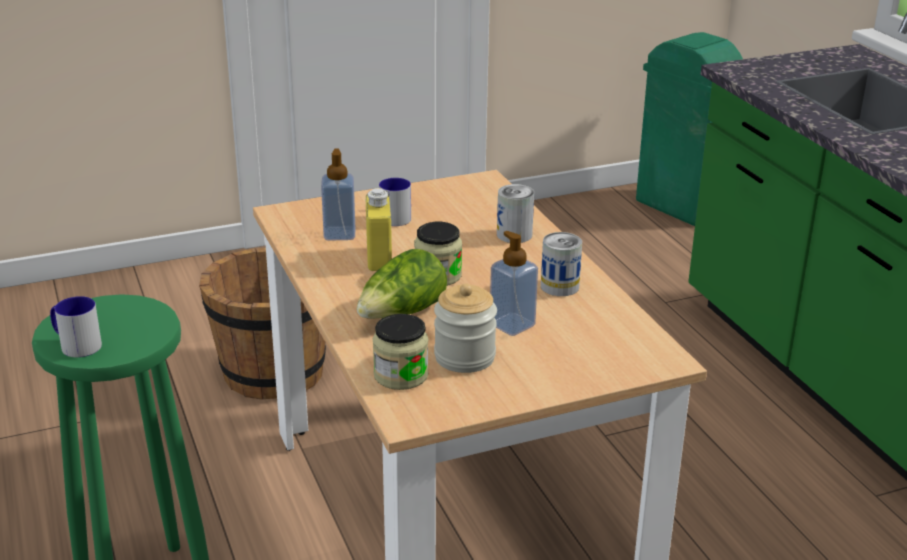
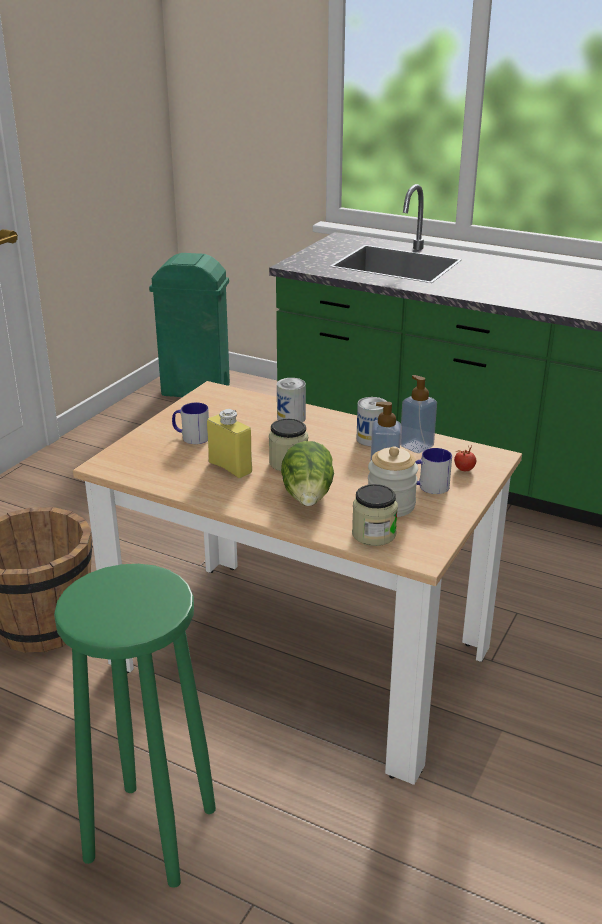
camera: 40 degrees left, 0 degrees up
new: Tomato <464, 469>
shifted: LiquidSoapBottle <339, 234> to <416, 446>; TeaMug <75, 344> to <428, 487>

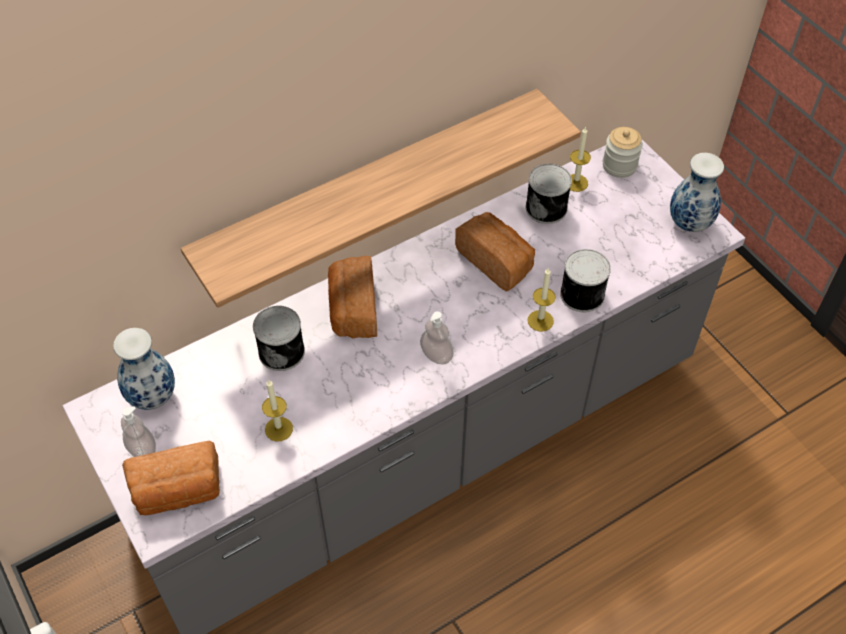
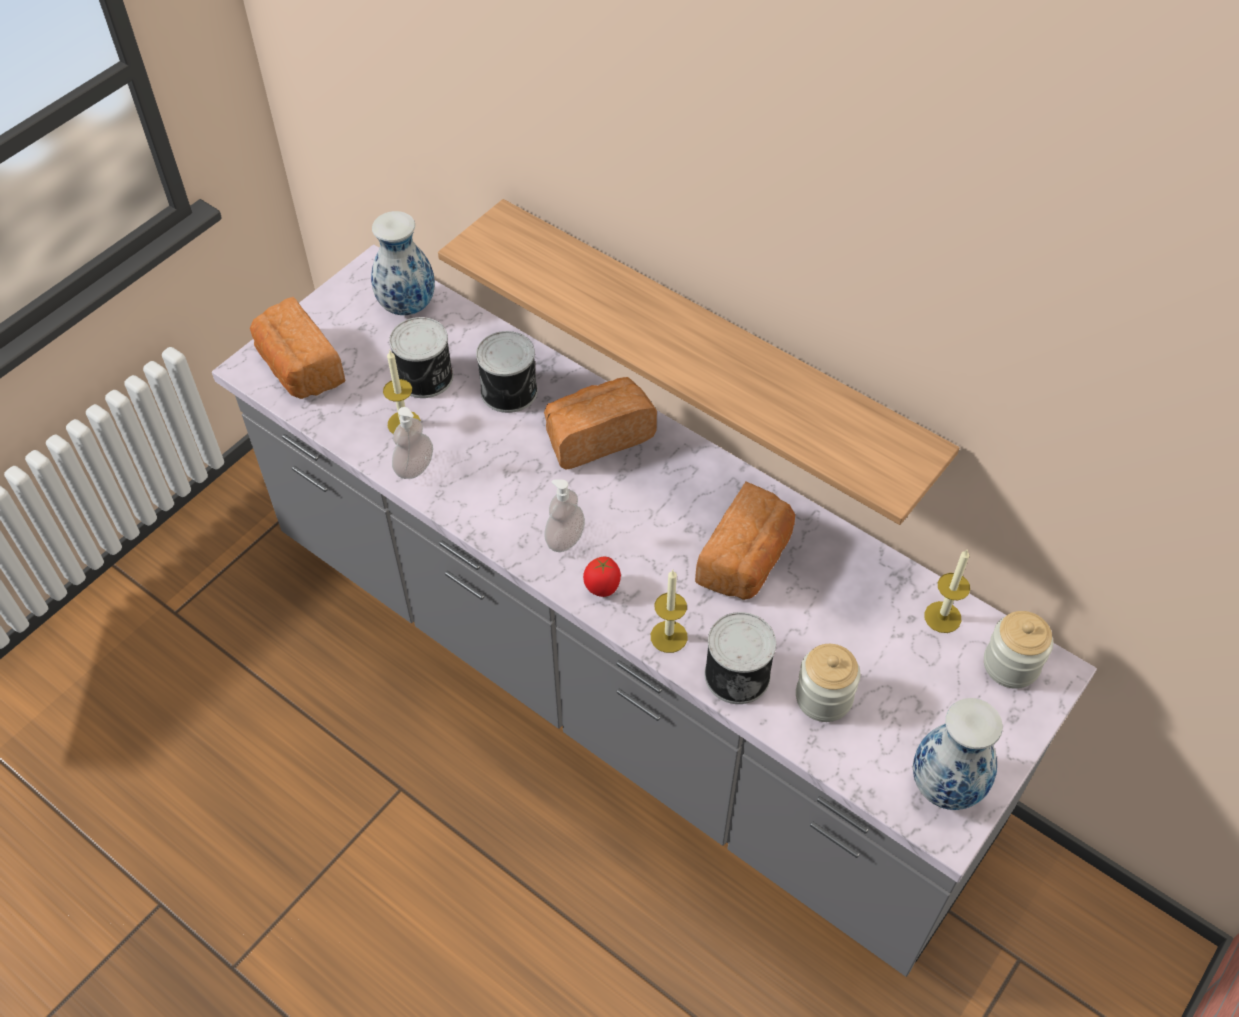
camera: 70 degrees right, 0 degrees up
new: Tomato <602, 589>; PreserveJar <823, 697>
shifted: SealedCan <547, 207> to <426, 377>; LiquidSoapBottle <142, 449> to <414, 467>

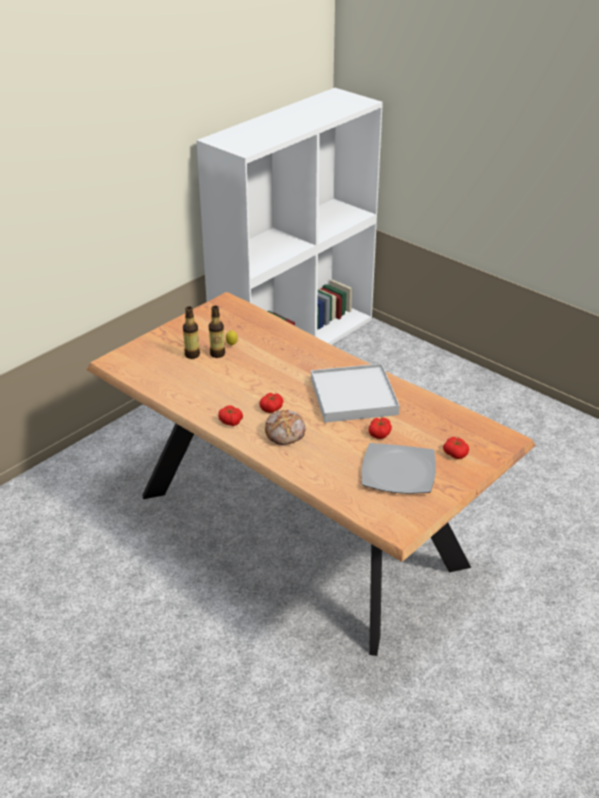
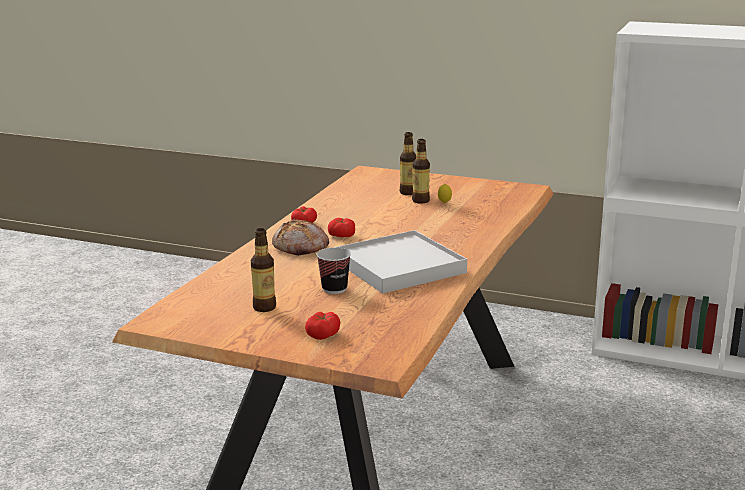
camera: 70 degrees right, 15 degrees down
swapped: Plate <397, 471> to DrinkBottle <264, 307>; Tomato <379, 433> to Cup <334, 289>

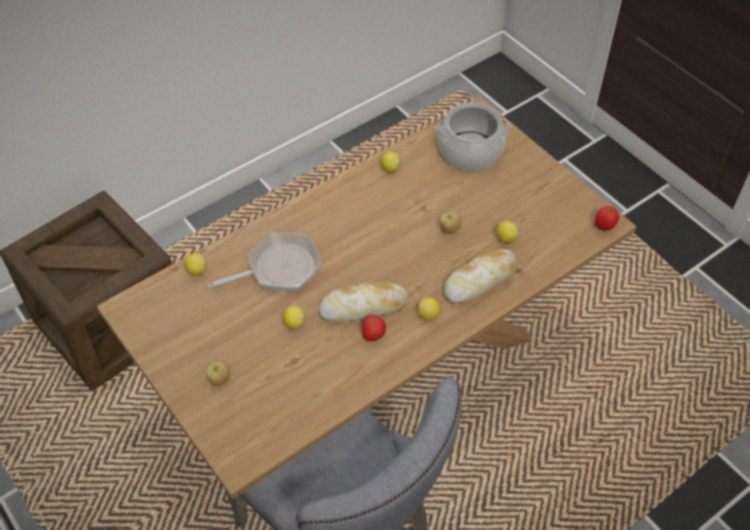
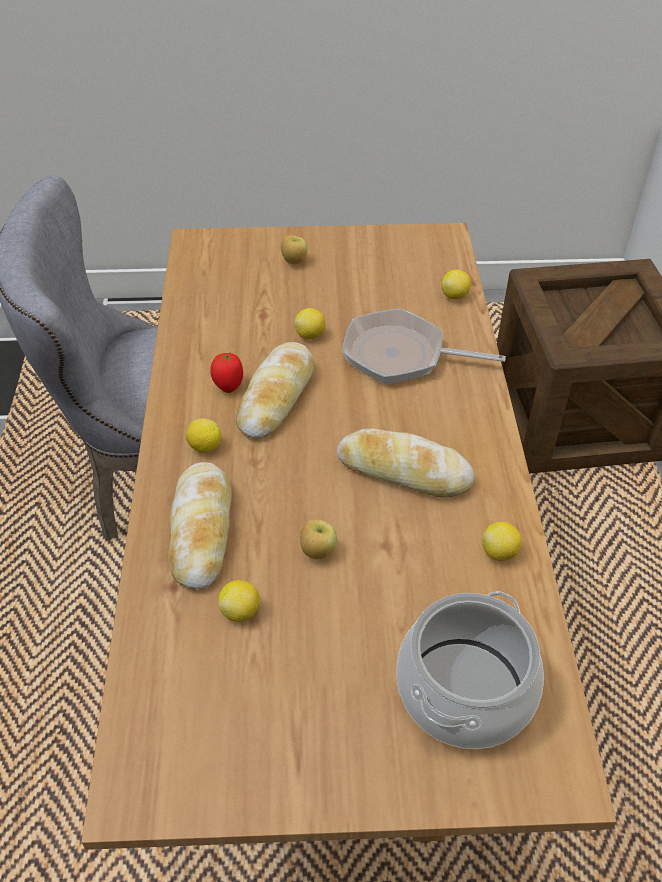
camera: 125 degrees right, 5 degrees down
gone: Tomato <604, 226>
new: BakeryBread <403, 471>
rotated: FryingPan <278, 268> = <401, 355> 90 degrees clockwise

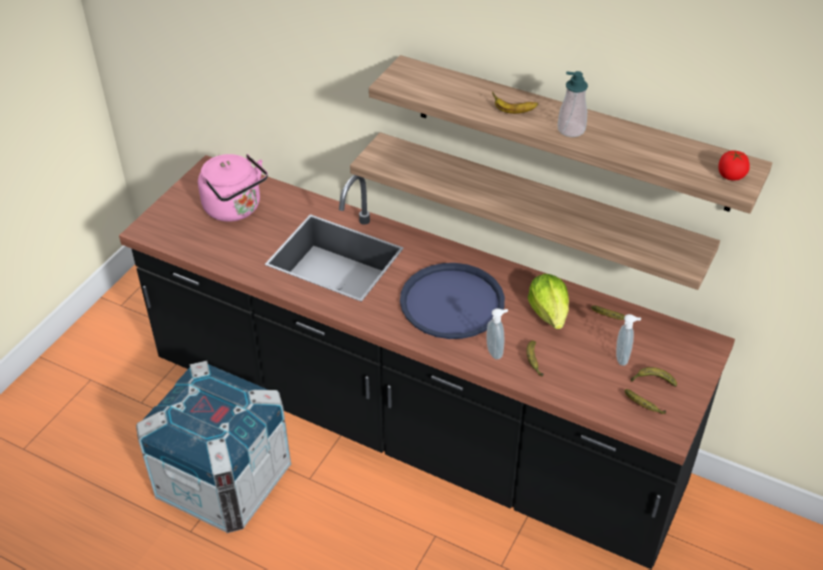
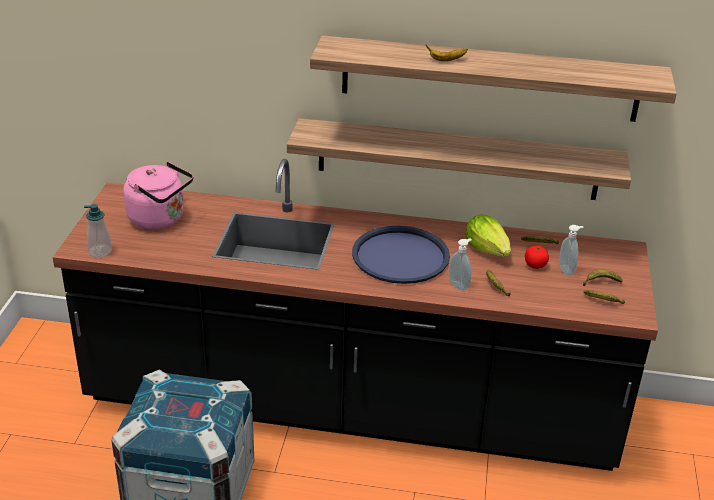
camera: 20 degrees left, 10 degrees down
shifted: LiquidSoapBottle <571, 129> to <100, 251>; Tomato <731, 175> to <535, 265>

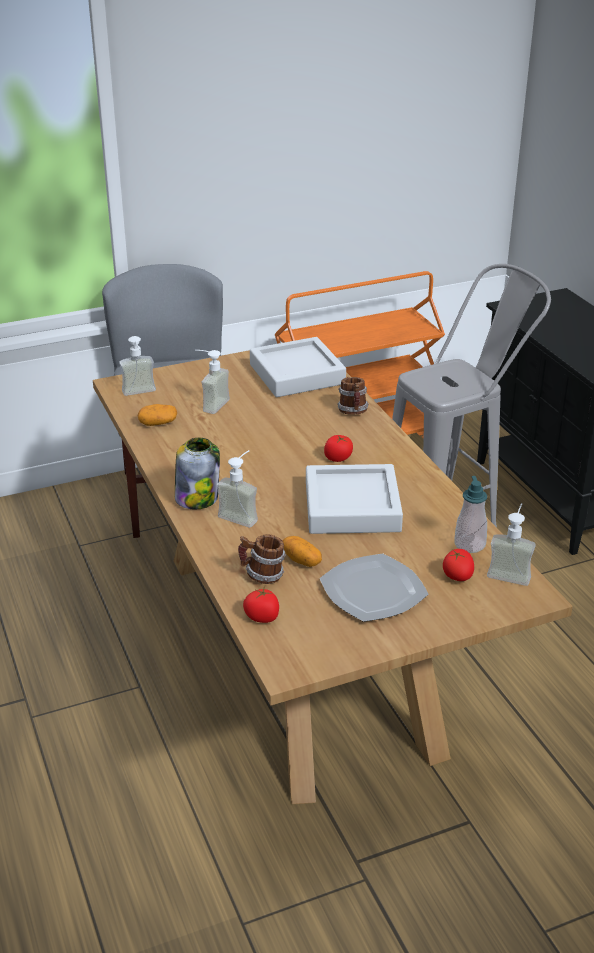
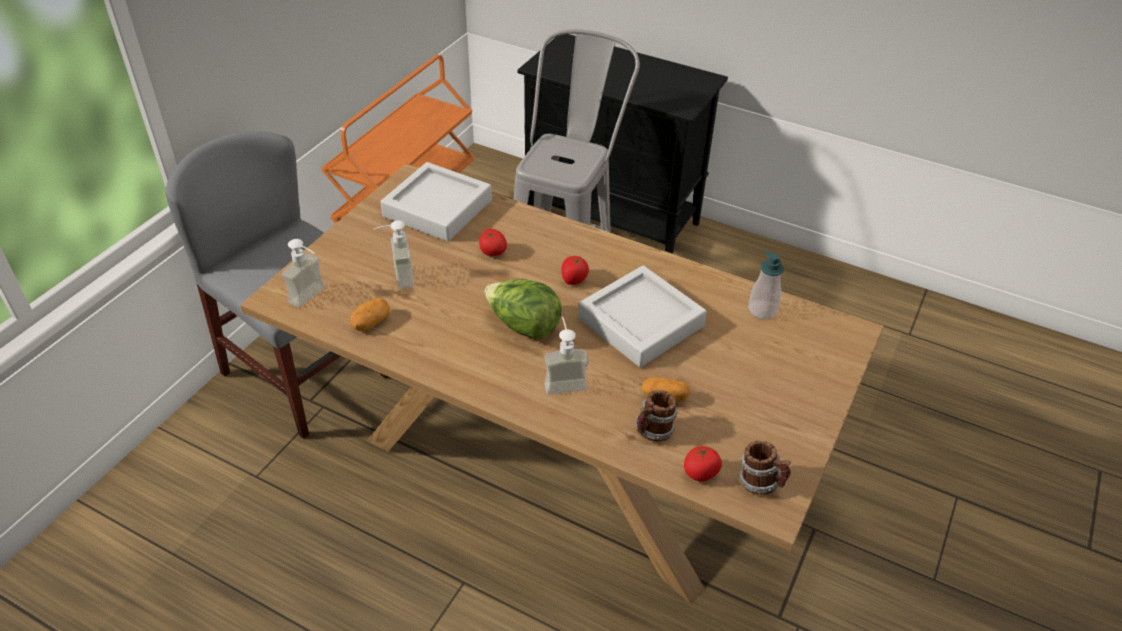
camera: 40 degrees left, 10 degrees up
gone: PreserveJar <197, 498>; Plate <373, 590>; LiquidSoapBottle <510, 572>
new: LettuceHead <523, 326>
shifted: Tomato <457, 576> to <492, 252>; TeaMug <353, 412> to <761, 483>

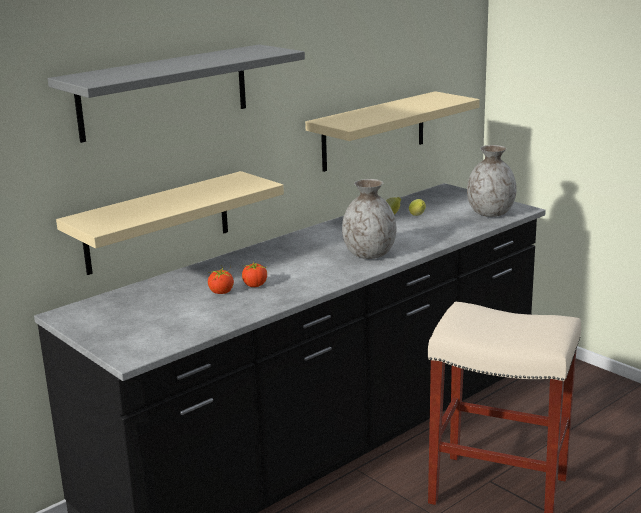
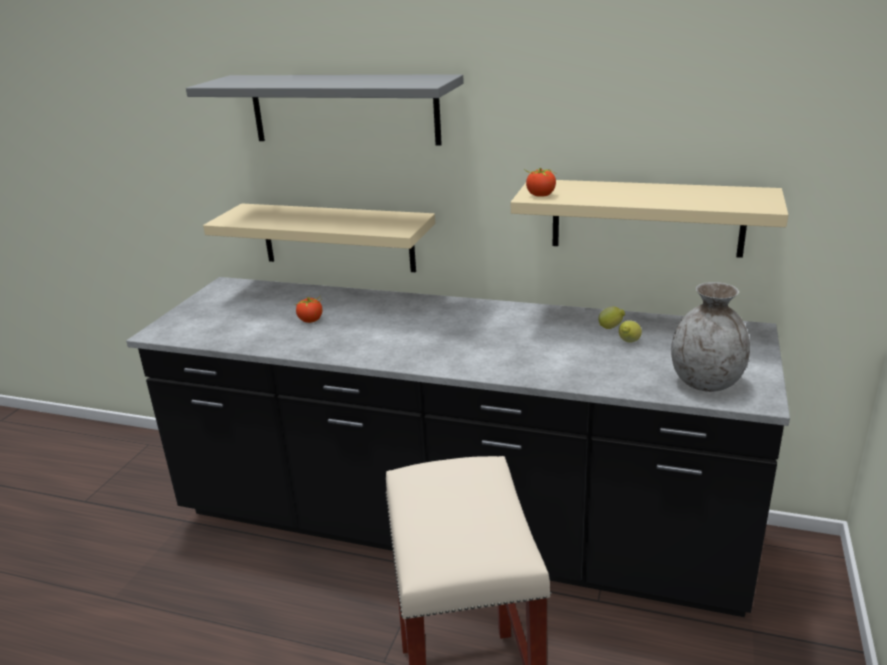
camera: 60 degrees right, 5 degrees up
gone: GrayFlowerVase <369, 254>
shifted: Tomato <255, 285> to <540, 195>

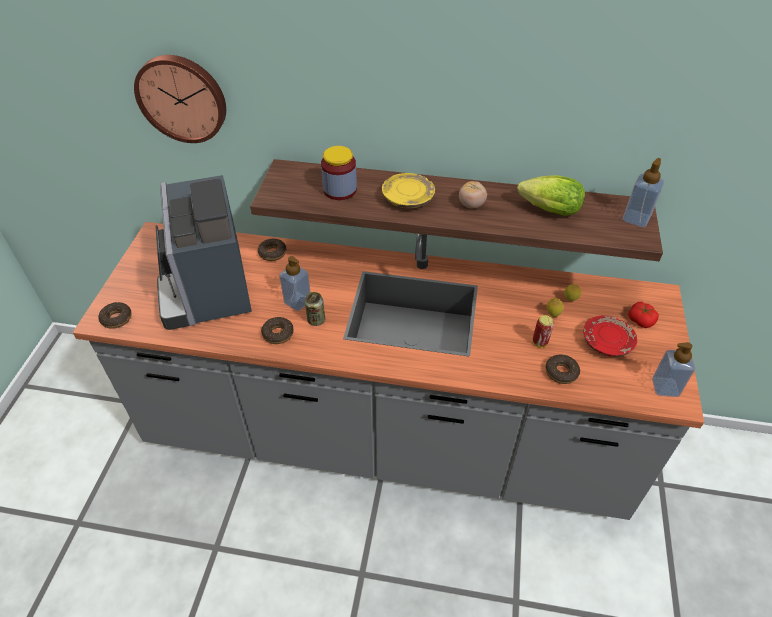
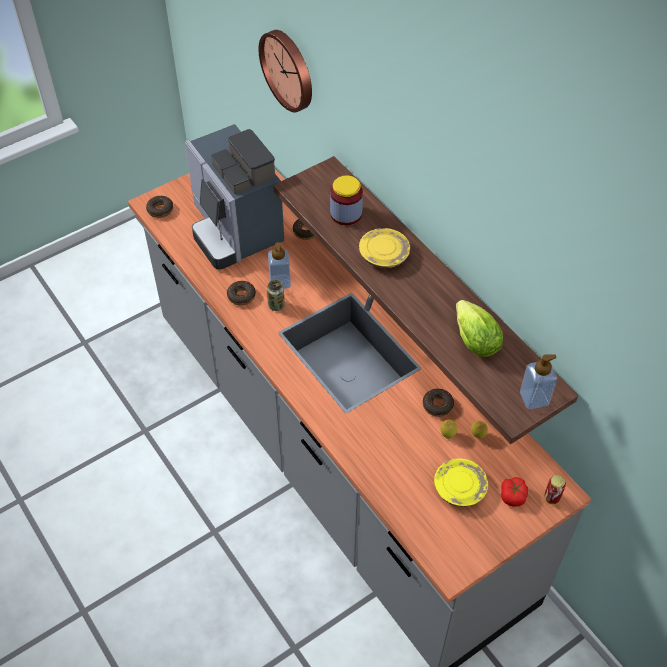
camera: 45 degrees right, 5 degrees up
gone: Tomato <471, 205>; LiquidSoapBottle <665, 387>
shifted: Doughnut <561, 372> to <437, 405>; SealedCan <539, 342> to <551, 498>
repainted: ReddishPlate <606, 342> to YellowishPlate <459, 487>
rotated: CoffeeMaker <209, 290> = <235, 230> 60 degrees counterclockwise

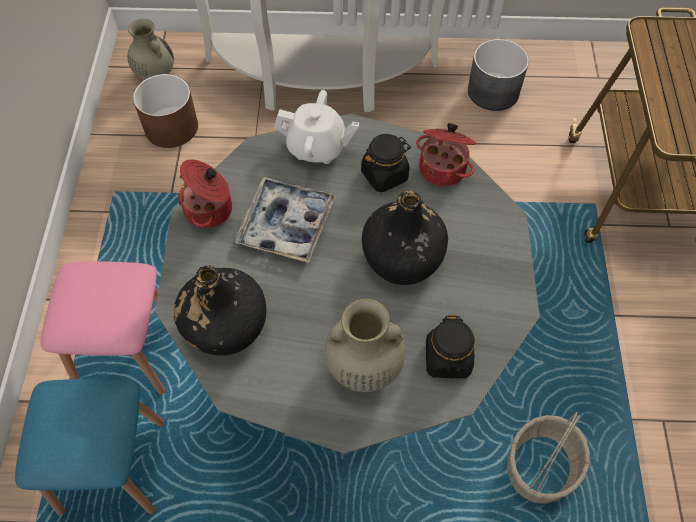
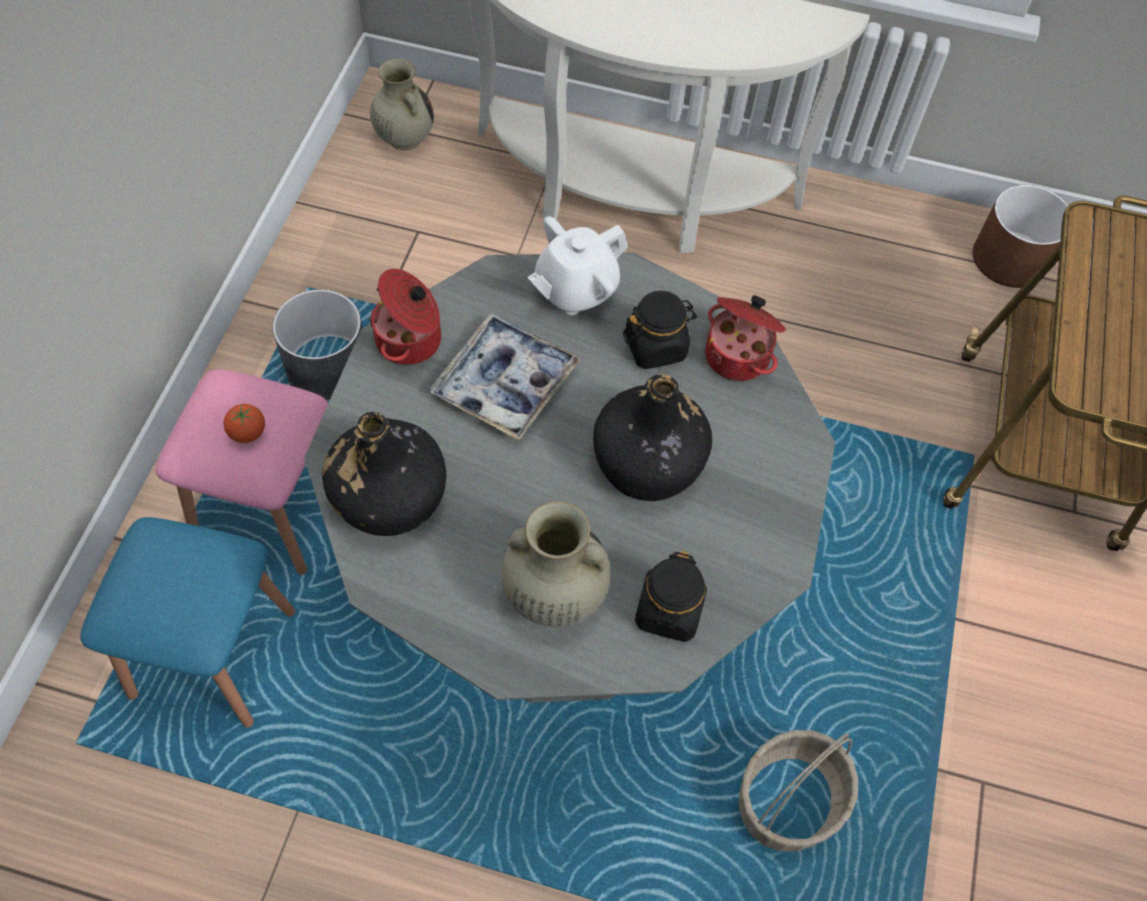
camera: 10 degrees right, 0 degrees up
new: Tomato <248, 433>
shifted: GrayFlowerPot <493, 91> to <328, 366>; BrownishFlowerPot <172, 127> to <1010, 259>
rotated: WhitishTeapot <317, 148> = <575, 289> 120 degrees clockwise

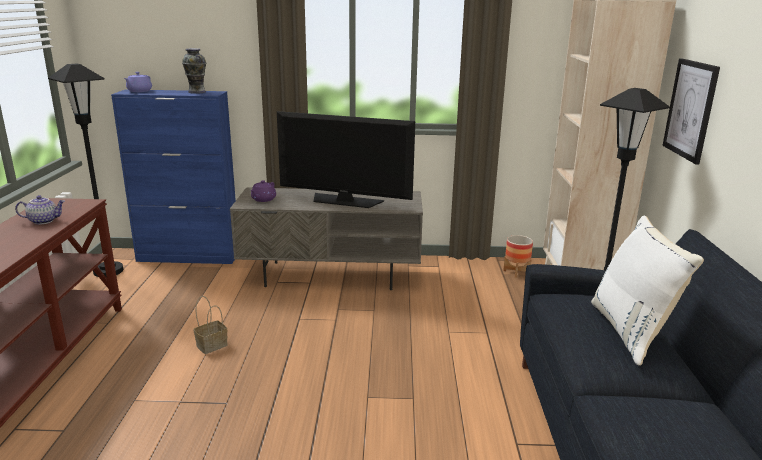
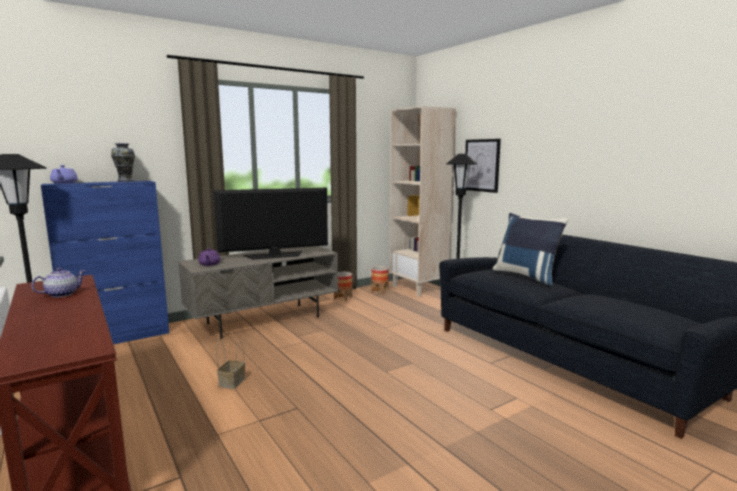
camera: 35 degrees left, 10 degrees down
new: FlowerPot <343, 298>
repainted: WhitishThrowPillow <632, 332> to BlueThrowPillow <526, 276>

